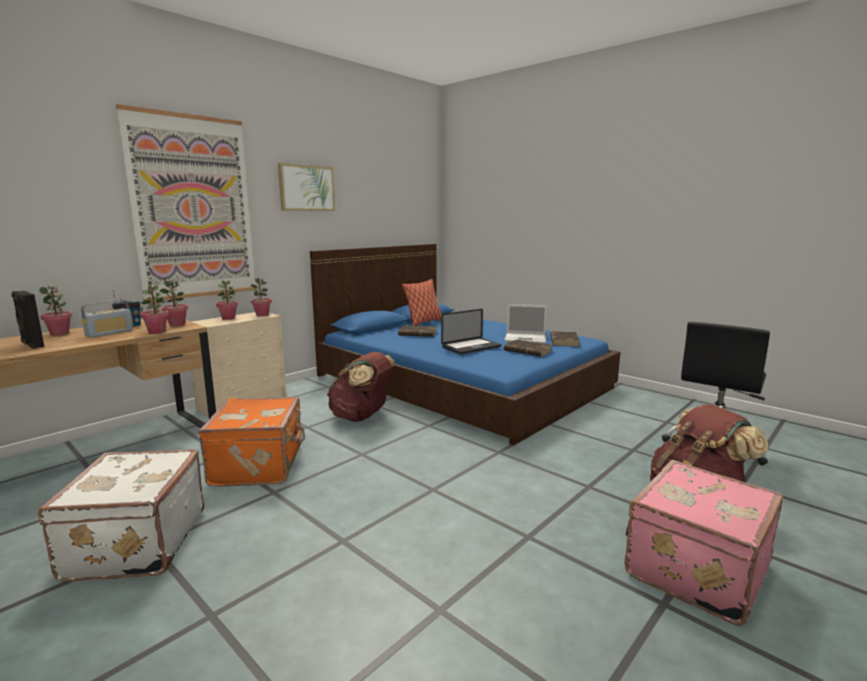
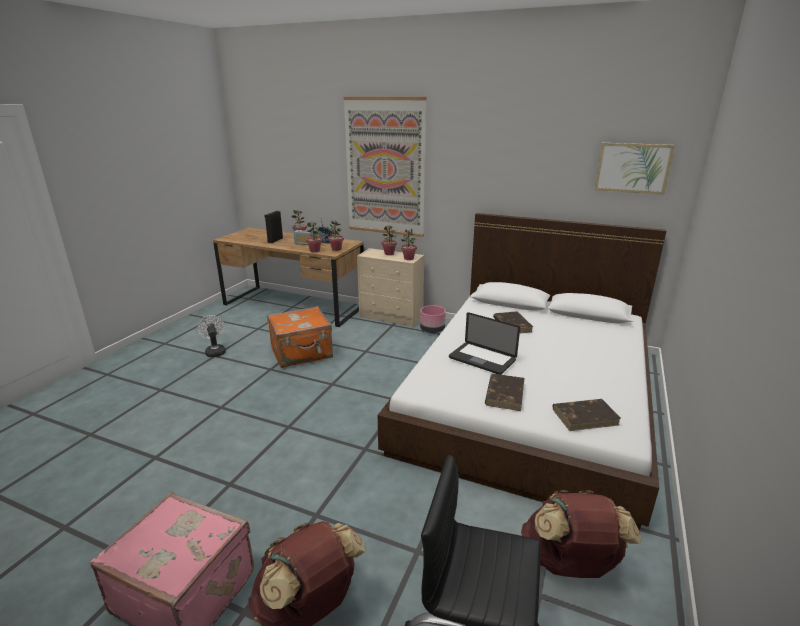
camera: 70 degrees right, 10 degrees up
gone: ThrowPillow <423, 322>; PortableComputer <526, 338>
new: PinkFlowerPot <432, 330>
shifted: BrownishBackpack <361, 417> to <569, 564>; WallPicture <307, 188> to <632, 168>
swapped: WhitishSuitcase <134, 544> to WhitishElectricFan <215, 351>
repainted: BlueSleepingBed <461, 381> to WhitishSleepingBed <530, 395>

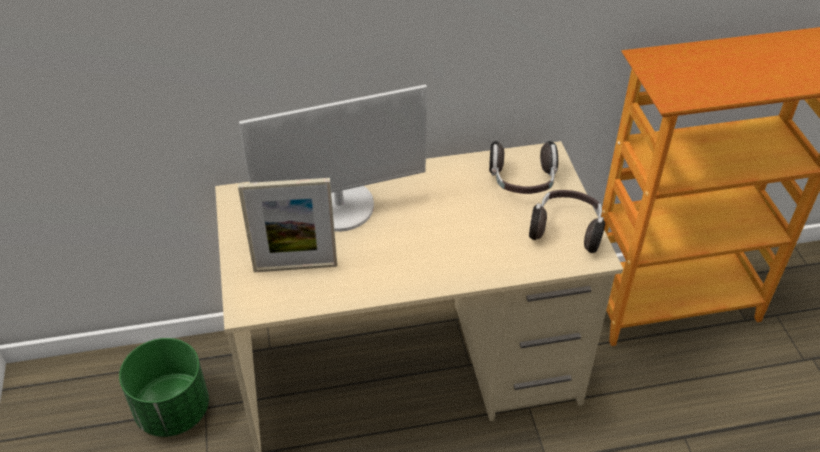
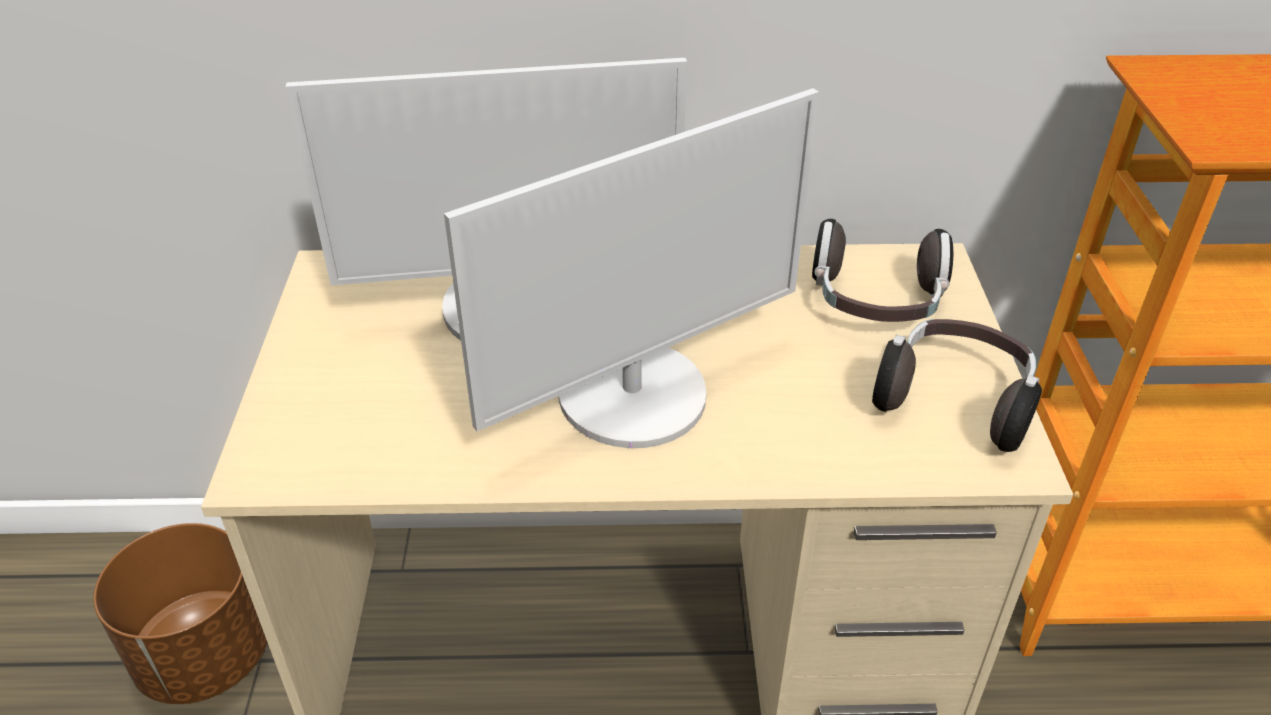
camera: 10 degrees right, 5 degrees down
gone: PictureFrame <295, 267>
new: Monitor <634, 395>
repainted: GreenFlowerPot <172, 410> to BrownishFlowerPot <203, 657>

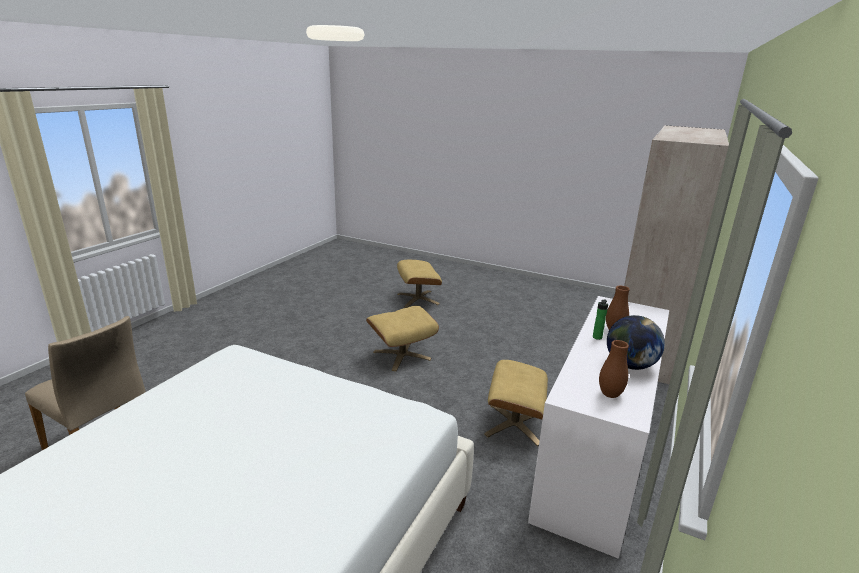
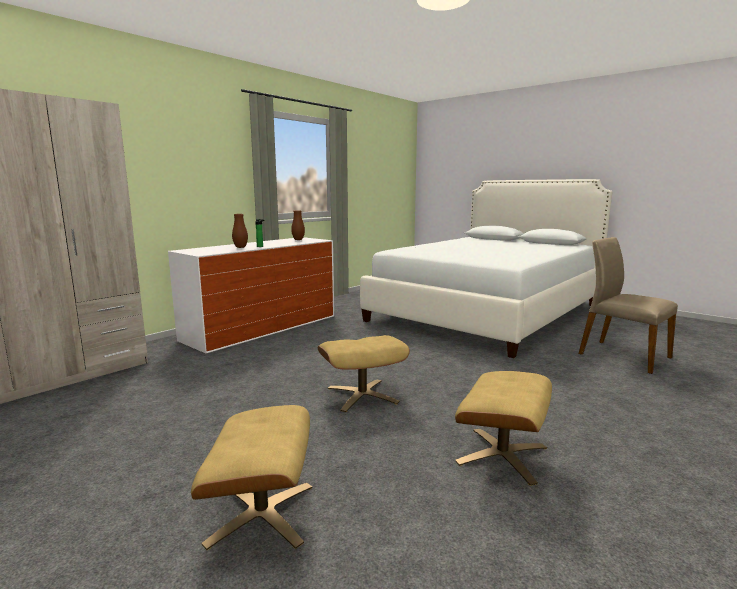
camera: 165 degrees left, 10 degrees down
gone: Globe <630, 365>
shifted: BeigeFootrest <514, 424> to <502, 455>

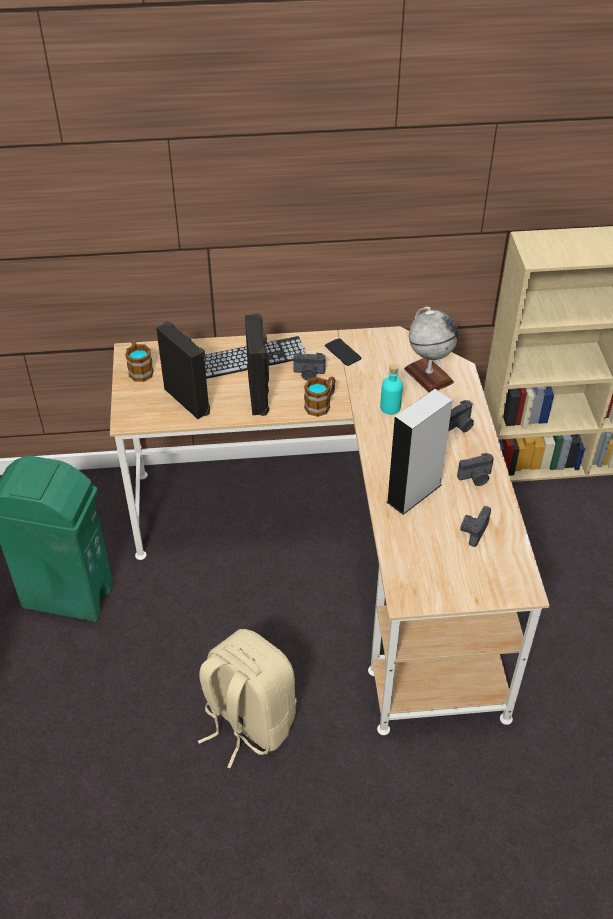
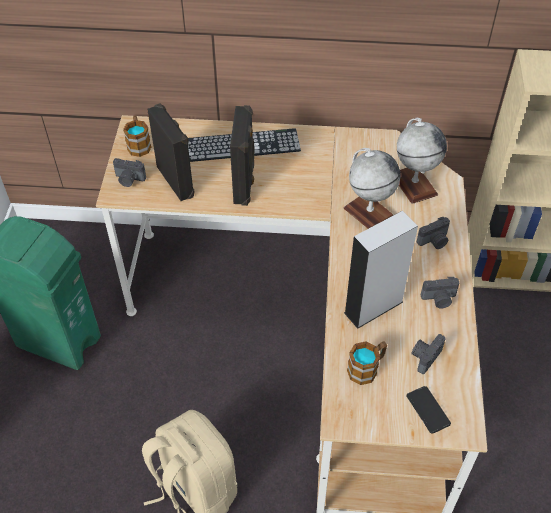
camera: 10 degrees right, 5 degrees up
shifted: StillCamera <309, 374> to <129, 180>; TeaMug <321, 404> to <367, 368>; Handset <343, 352> to <428, 410>
swapped: BlueGreenDrinkBottle <390, 407> to Globe <369, 213>

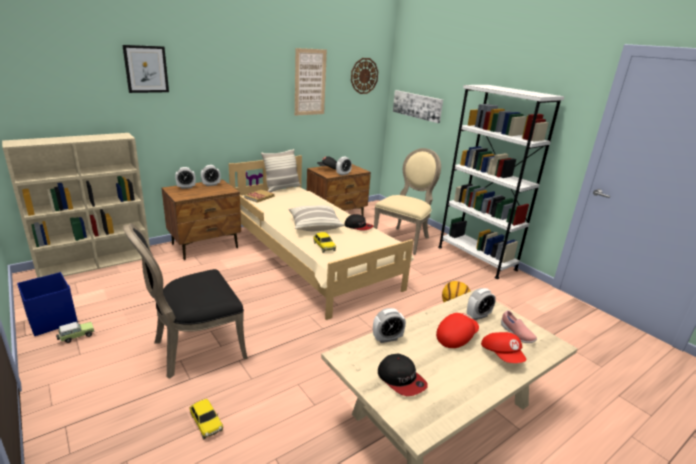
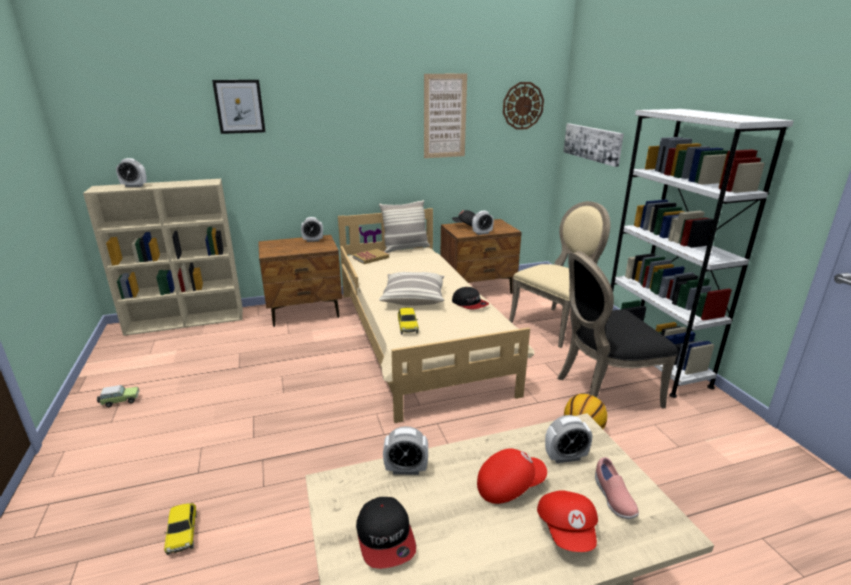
camera: 20 degrees right, 0 degrees up
gone: BlueStorageContainer <52, 319>
shifted: BedsideClock <186, 187> to <134, 186>; BlackColouredChair <195, 348> to <602, 390>

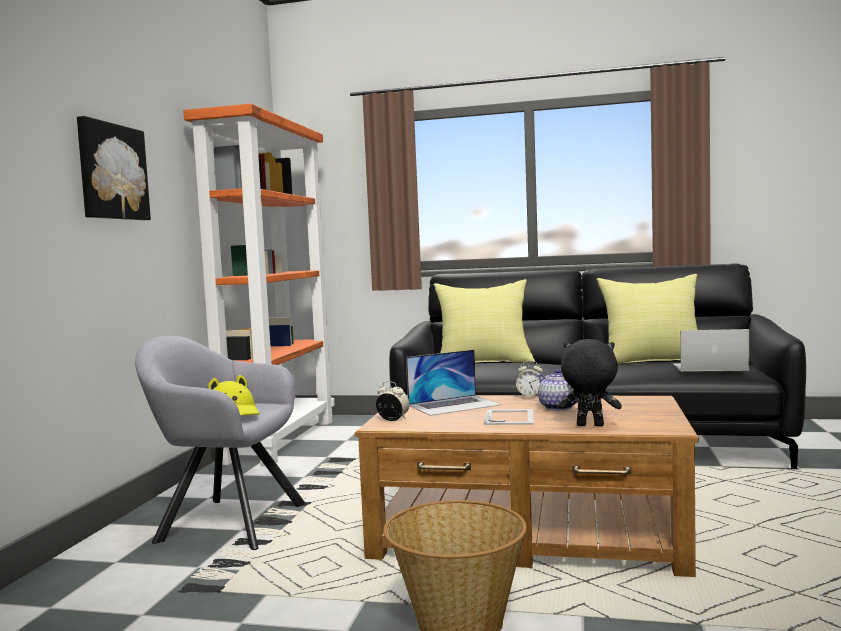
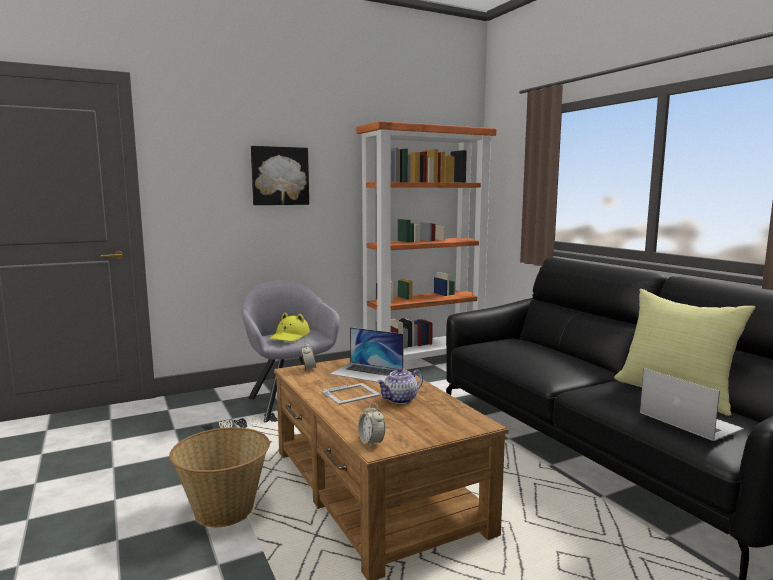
camera: 50 degrees right, 5 degrees up
gone: YellowishThrowPillow <484, 362>; BlackColouredCuddlyToy <589, 426>
shifted: BedsideClock <530, 396> to <371, 442>
rotated: Teapot <557, 407> = <400, 400> 150 degrees counterclockwise

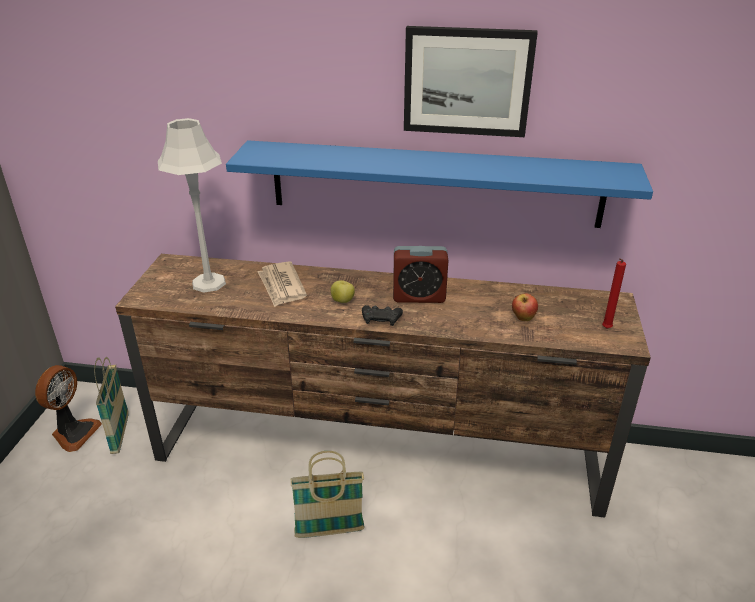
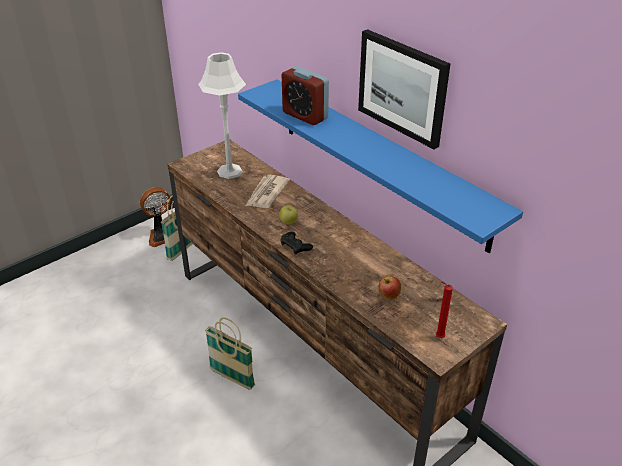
camera: 40 degrees right, 5 degrees up
shifted: BedsideClock <419, 296> to <305, 115>

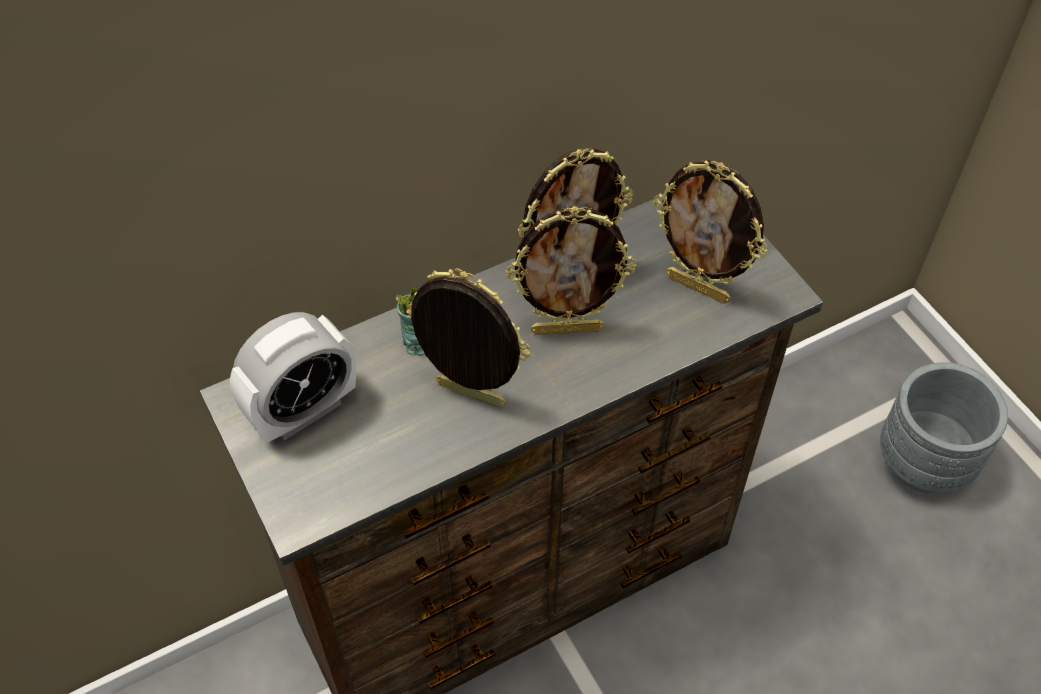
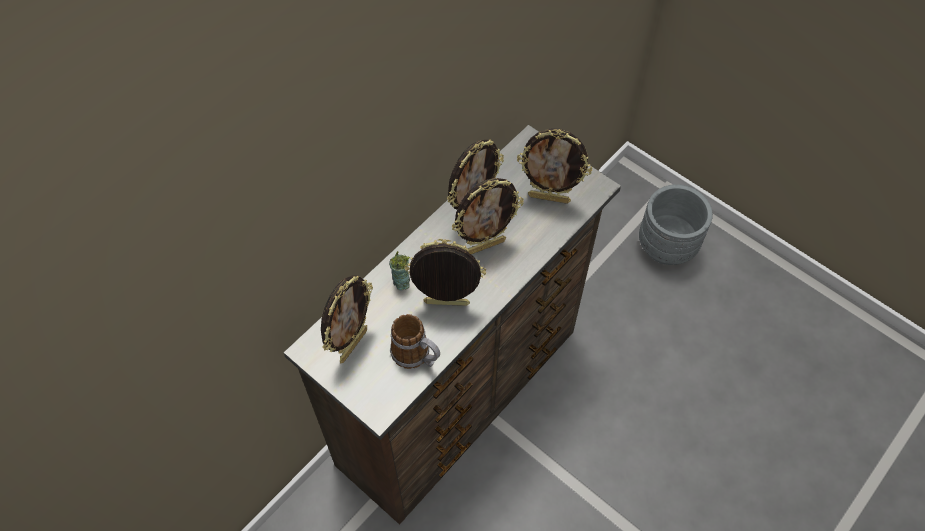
camera: 20 degrees left, 5 degrees up
new: TeaMug <417, 356>
swapped: BedsideClock <303, 411> to PictureFrame <352, 344>

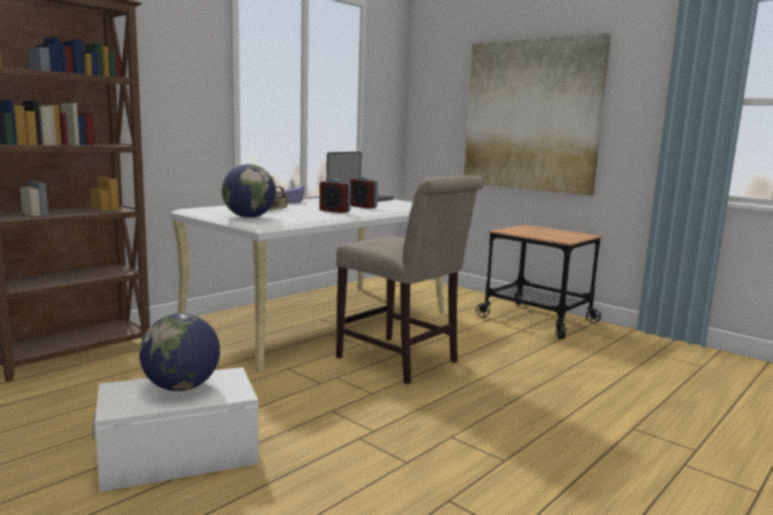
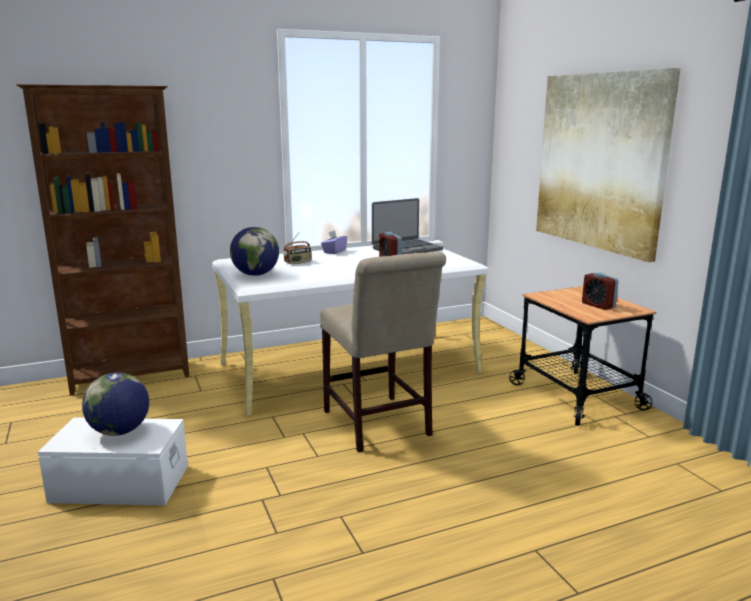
camera: 25 degrees right, 5 degrees up
shifted: BedsideClock <334, 211> to <598, 305>

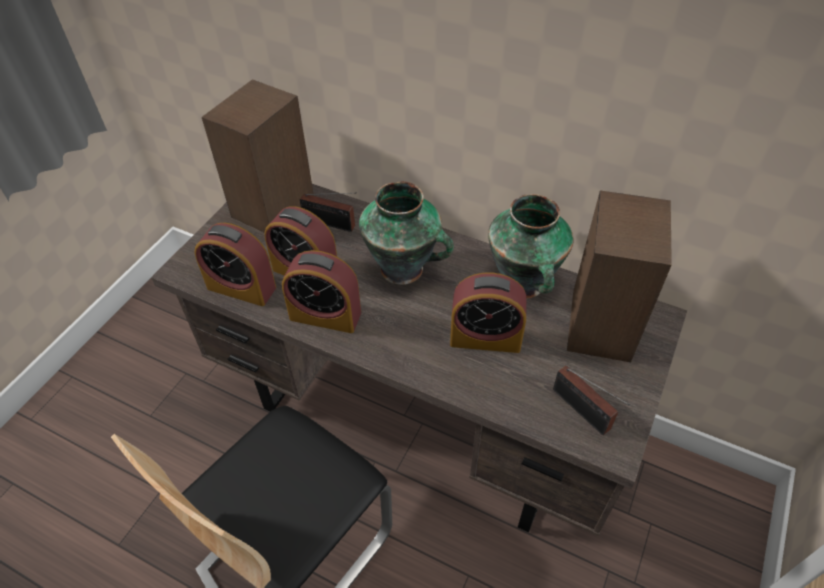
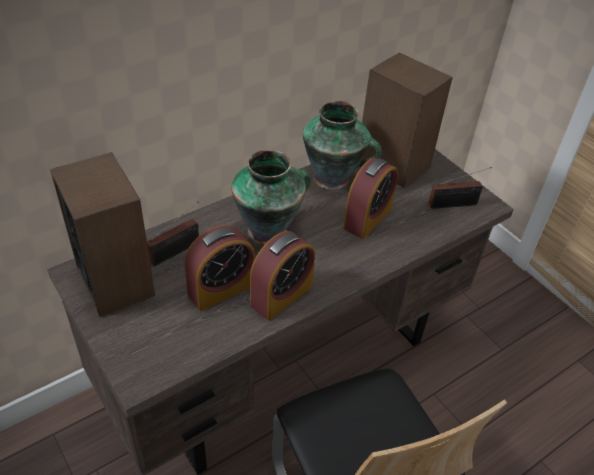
camera: 65 degrees left, 5 degrees down
gone: BedsideClock <241, 287>

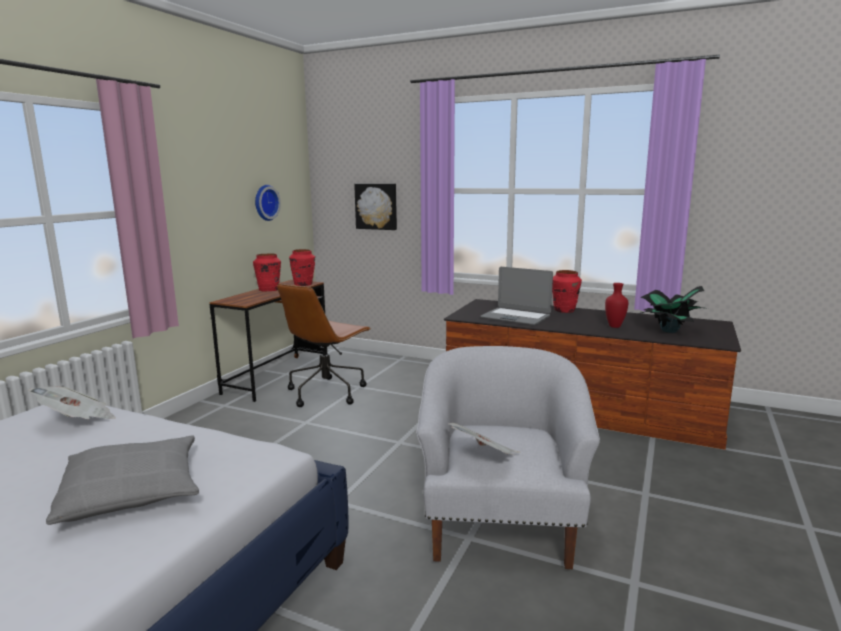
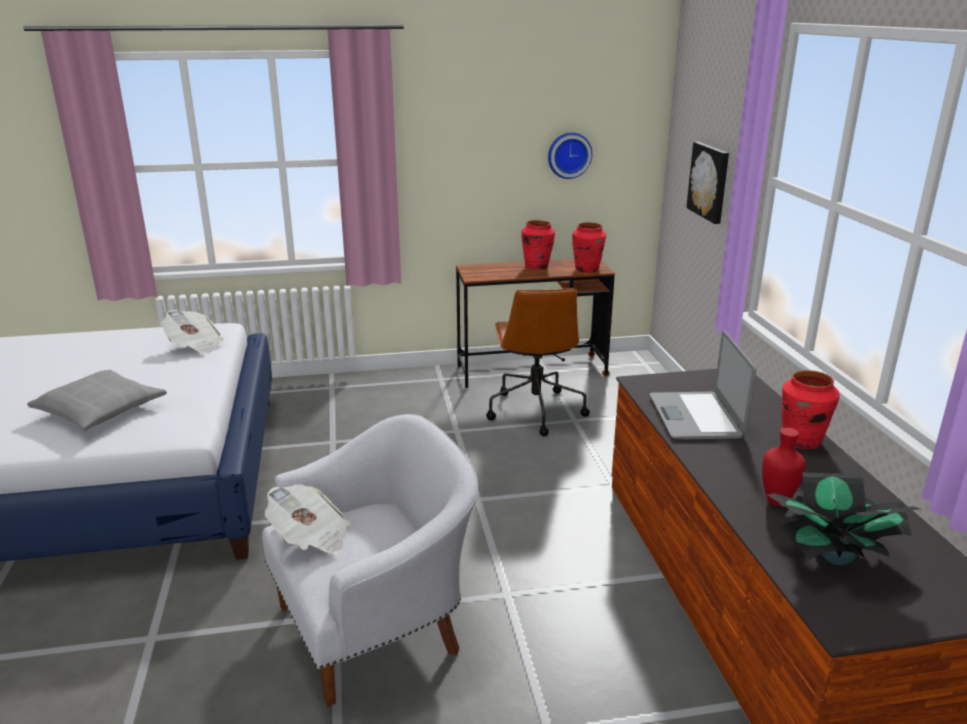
camera: 55 degrees right, 10 degrees up
rotated: BrownishOfficeChair <327, 392> = <535, 410> 90 degrees counterclockwise

